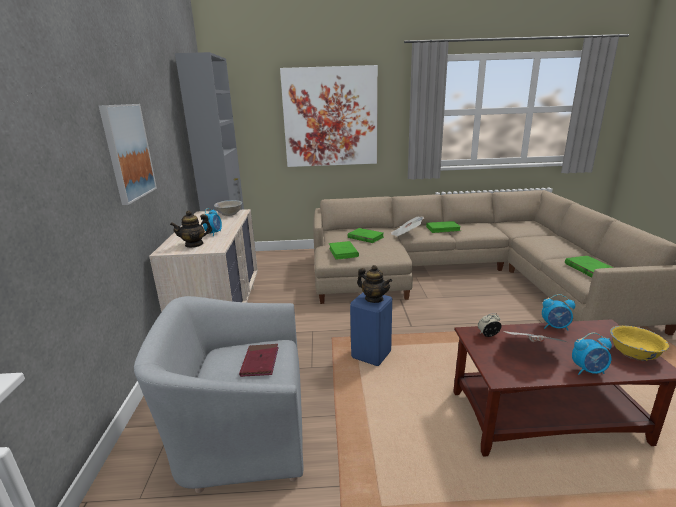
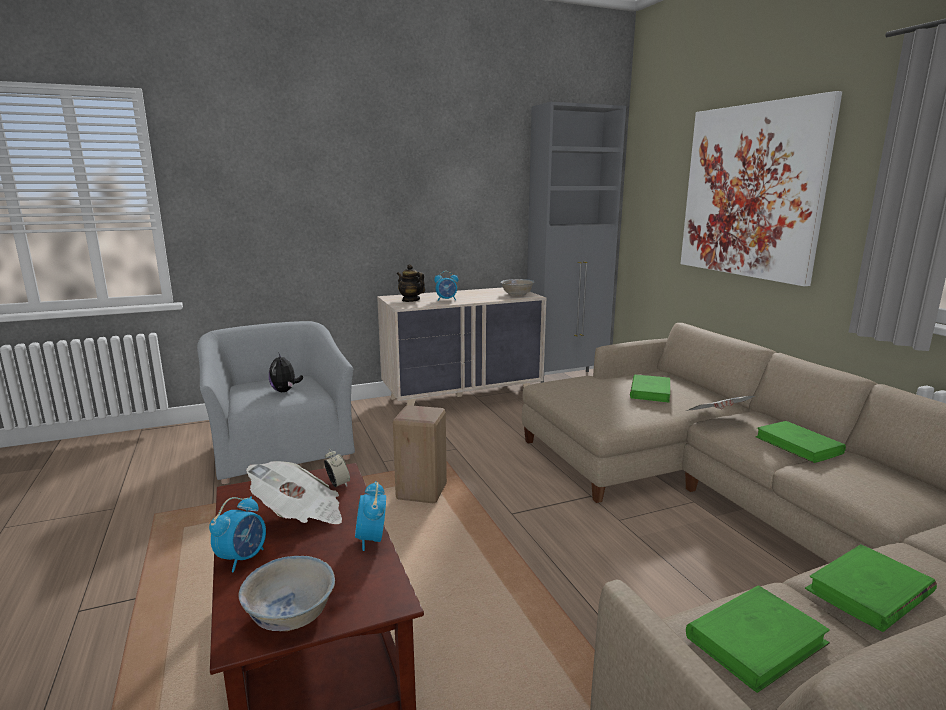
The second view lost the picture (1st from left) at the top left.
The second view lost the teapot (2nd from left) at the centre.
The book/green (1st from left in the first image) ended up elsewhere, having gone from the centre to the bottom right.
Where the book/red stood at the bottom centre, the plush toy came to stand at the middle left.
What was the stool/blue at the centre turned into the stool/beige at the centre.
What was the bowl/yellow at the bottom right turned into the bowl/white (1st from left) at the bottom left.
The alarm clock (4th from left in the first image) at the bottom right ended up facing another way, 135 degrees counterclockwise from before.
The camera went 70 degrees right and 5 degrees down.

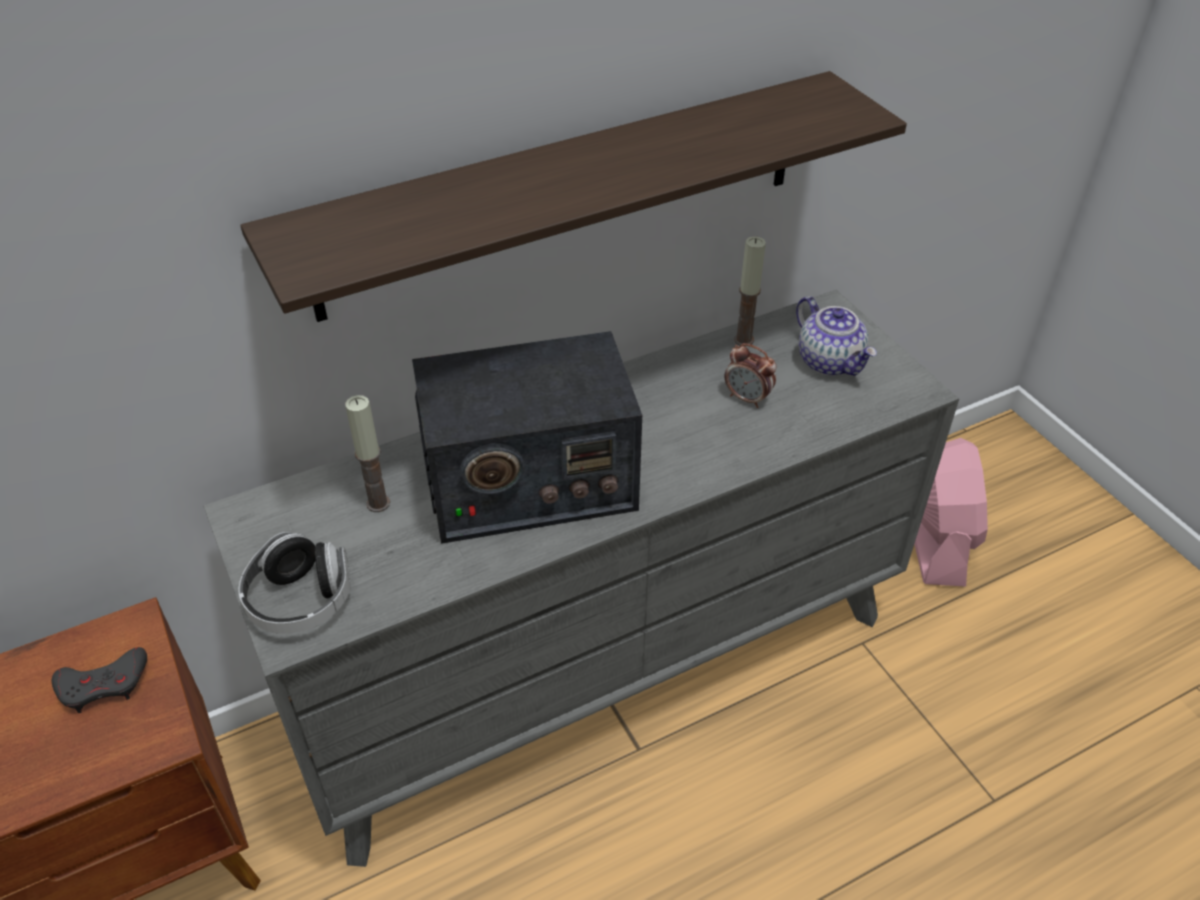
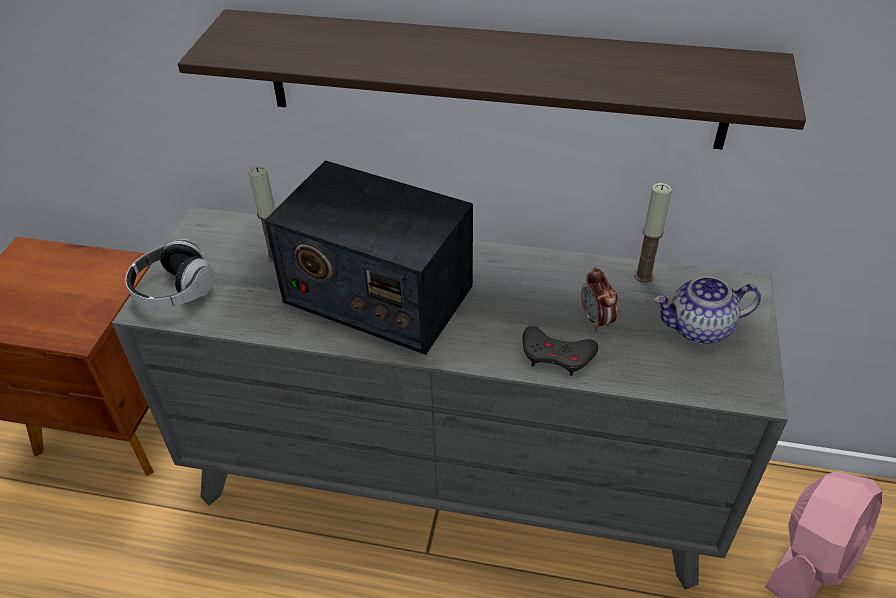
The game controller/grey ended up elsewhere, having gone from the bottom left to the centre.
The teapot at the middle right ended up facing another way, 75 degrees clockwise from before.
The camera went 40 degrees right and 0 degrees up.

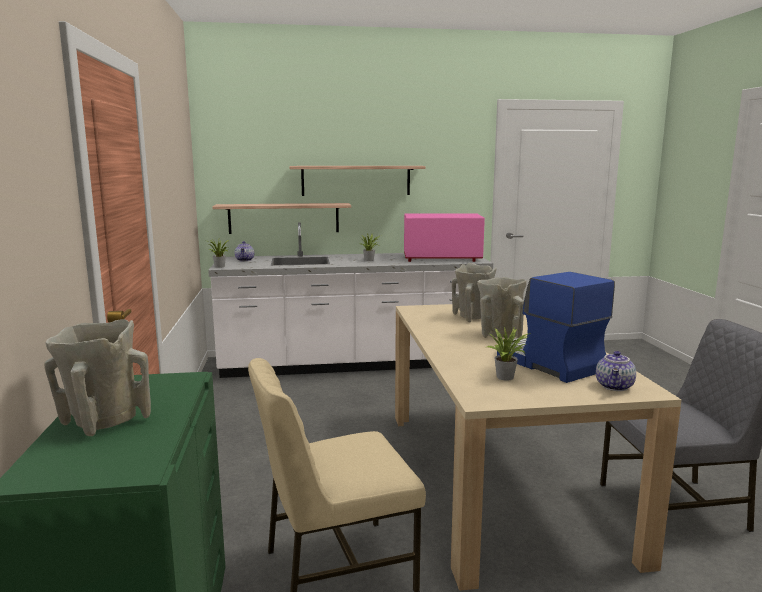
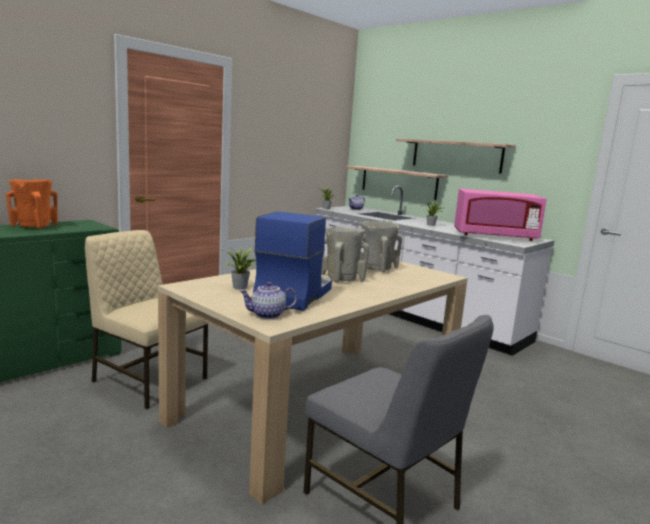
What was the vase/beige (1st from left) at the middle left turned into the vase/orange at the middle left.
The microwave/pink at the centre ended up facing another way, 135 degrees clockwise from before.
The camera went 50 degrees right and 0 degrees up.

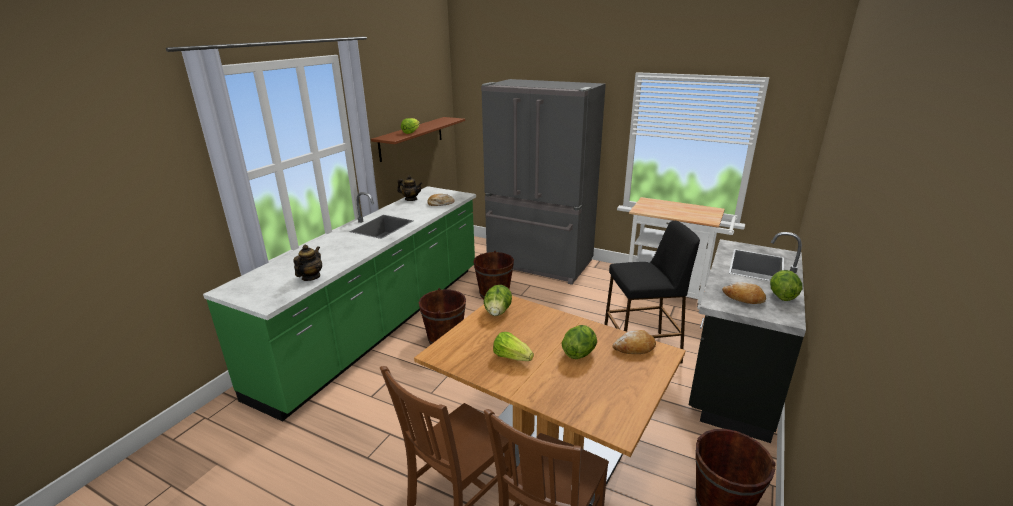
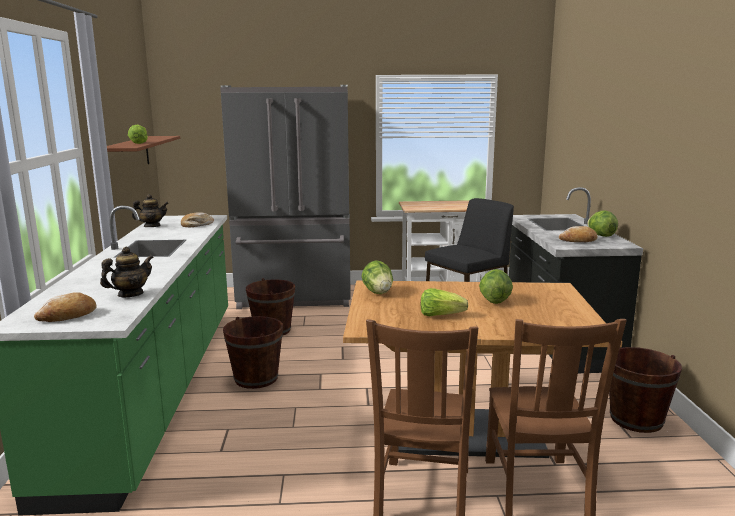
The bread (2nd from left in the first image) ended up elsewhere, having gone from the bottom centre to the middle left.
The teapot (1st from left) at the middle left ended up facing another way, 60 degrees clockwise from before.
The camera went 30 degrees left and 10 degrees down.

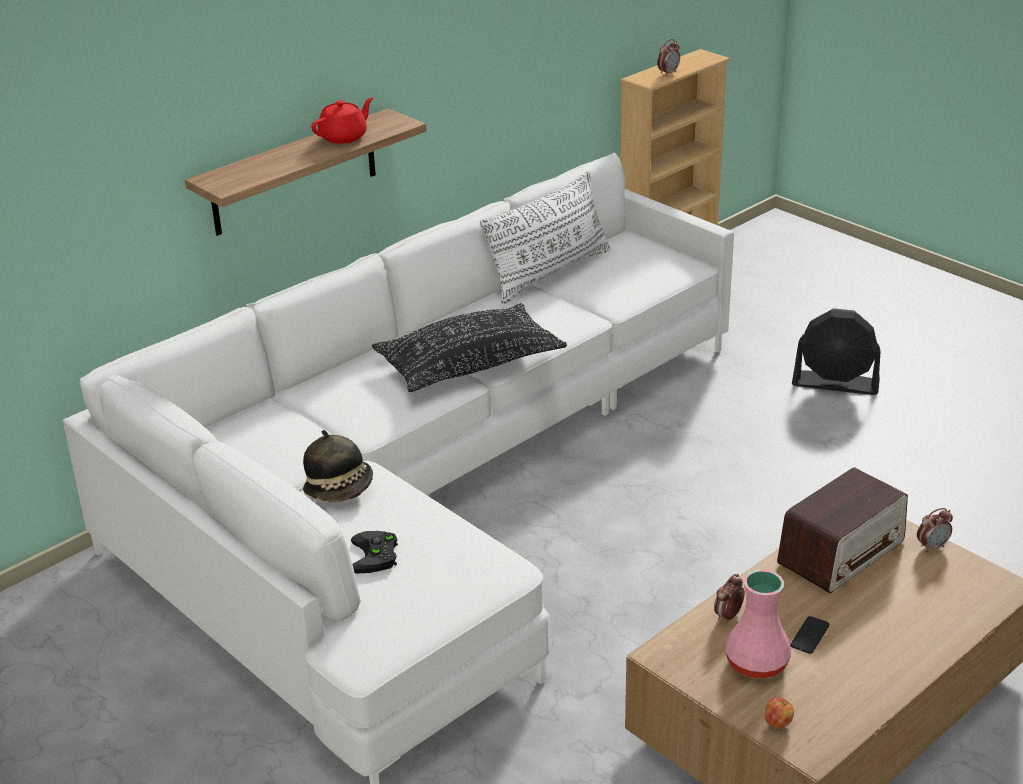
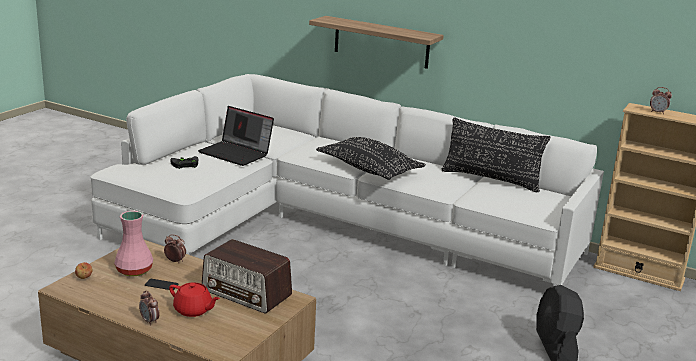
The teapot/red ended up elsewhere, having gone from the top centre to the bottom left.
The alarm clock (3rd from left in the first image) ended up elsewhere, having gone from the bottom right to the bottom left.
Where the hat stood at the middle left, the laptop came to stand at the centre.
What was the pillow/white at the top centre turned into the pillow/black (2nd from left) at the middle right.
The camera went 70 degrees right and 10 degrees down.

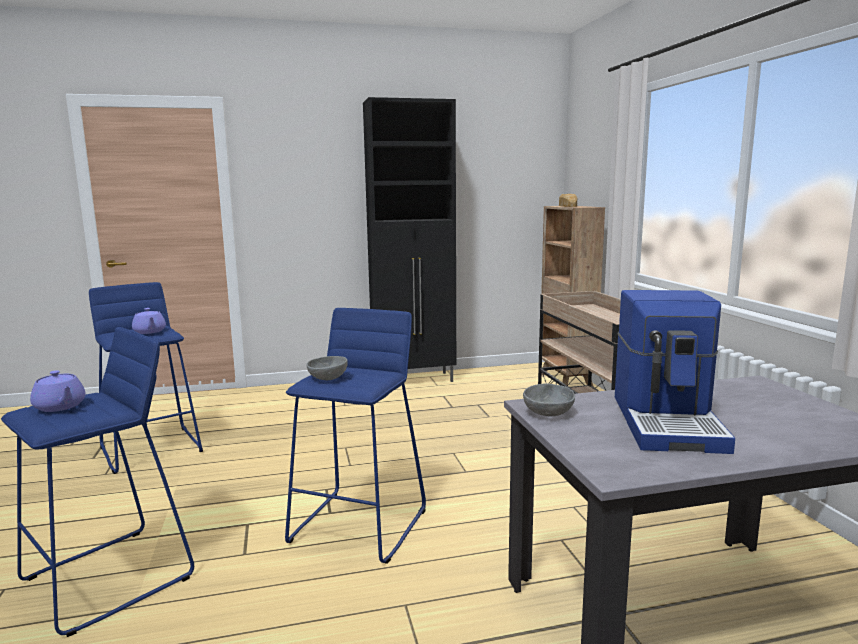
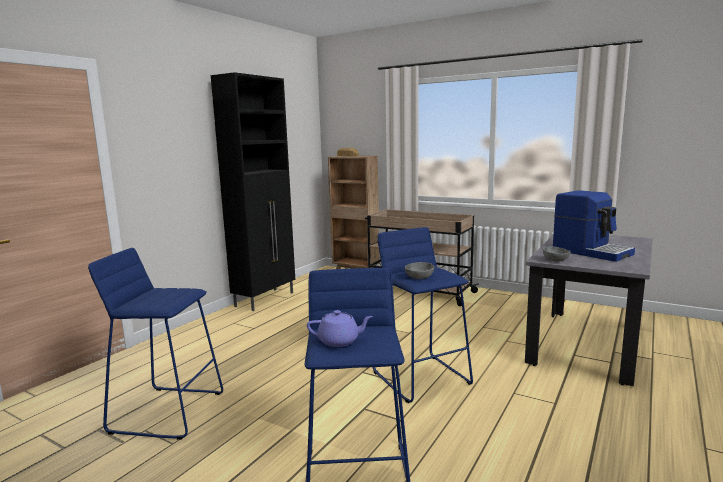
The second view lost the teapot/purple (2nd from left) at the middle left.
The camera went 45 degrees left and 0 degrees up.

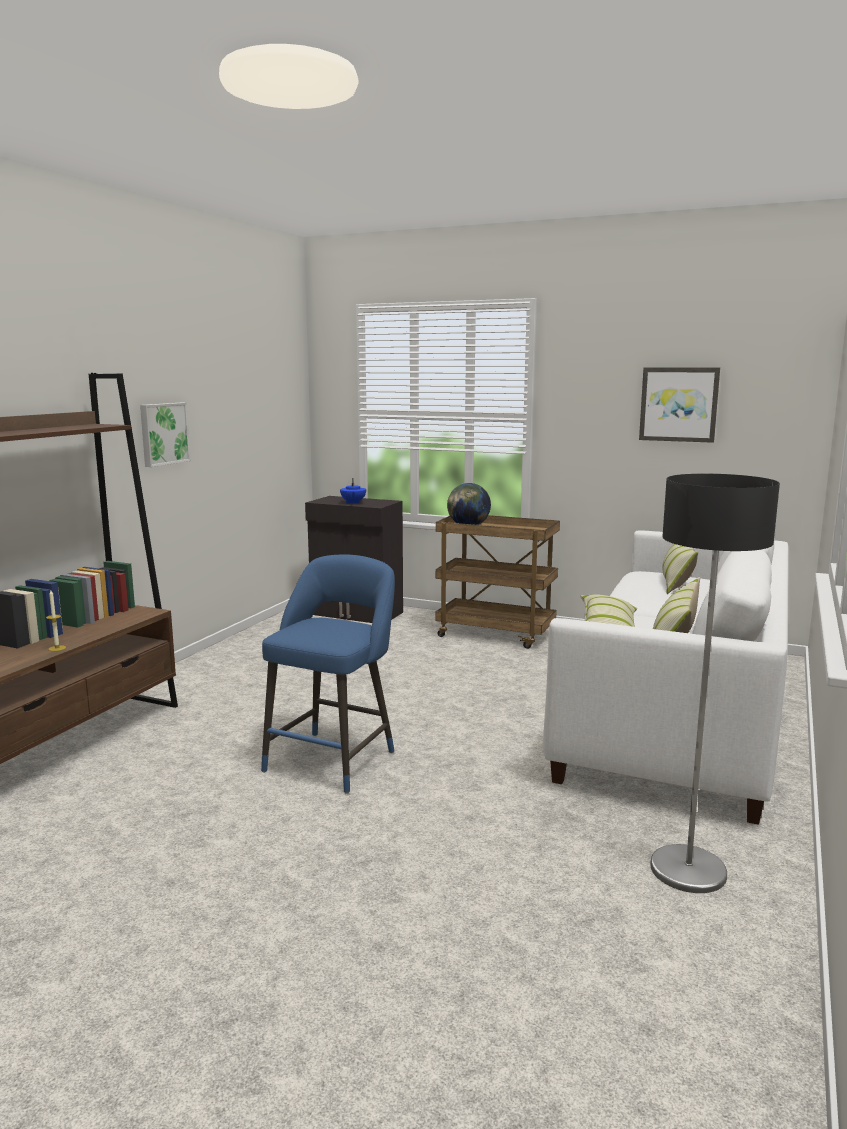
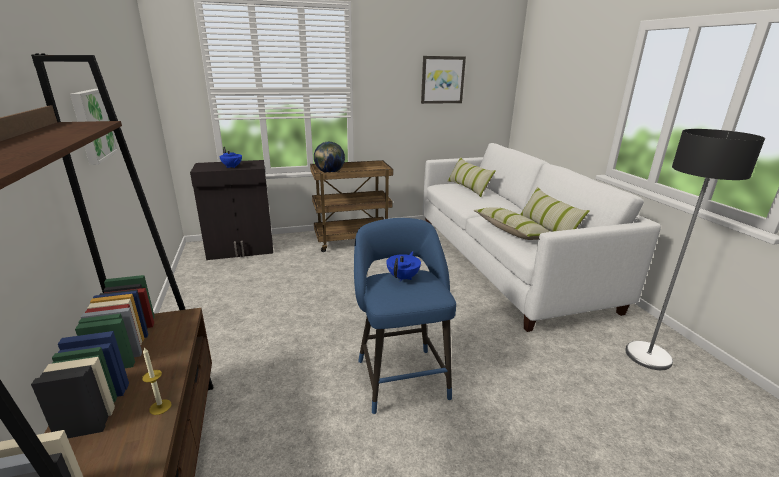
The second view gained the teapot/blue (2nd from left) at the centre.
The camera went 40 degrees left and 10 degrees up.

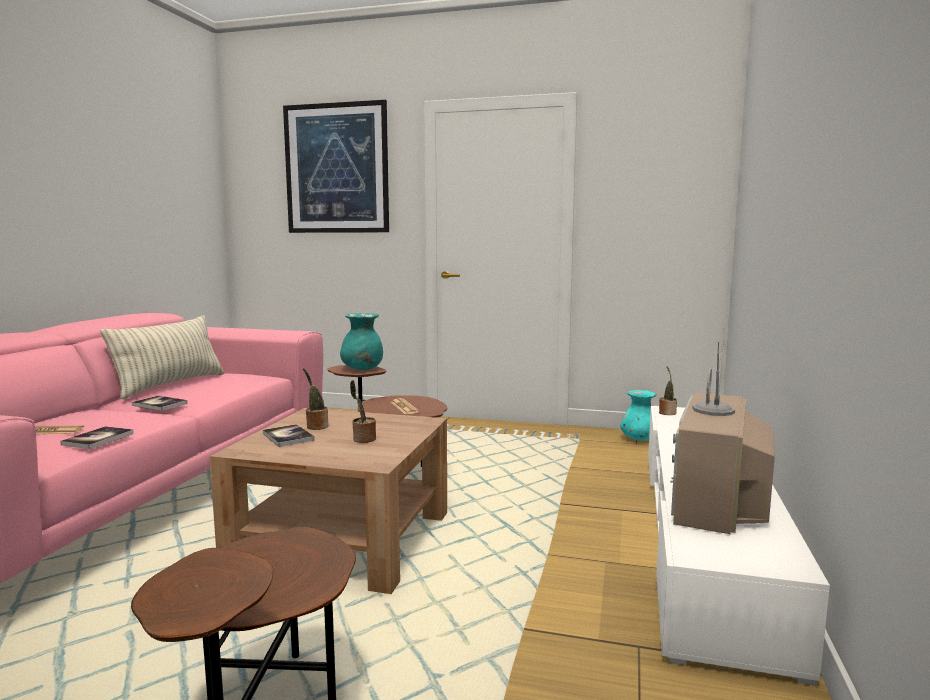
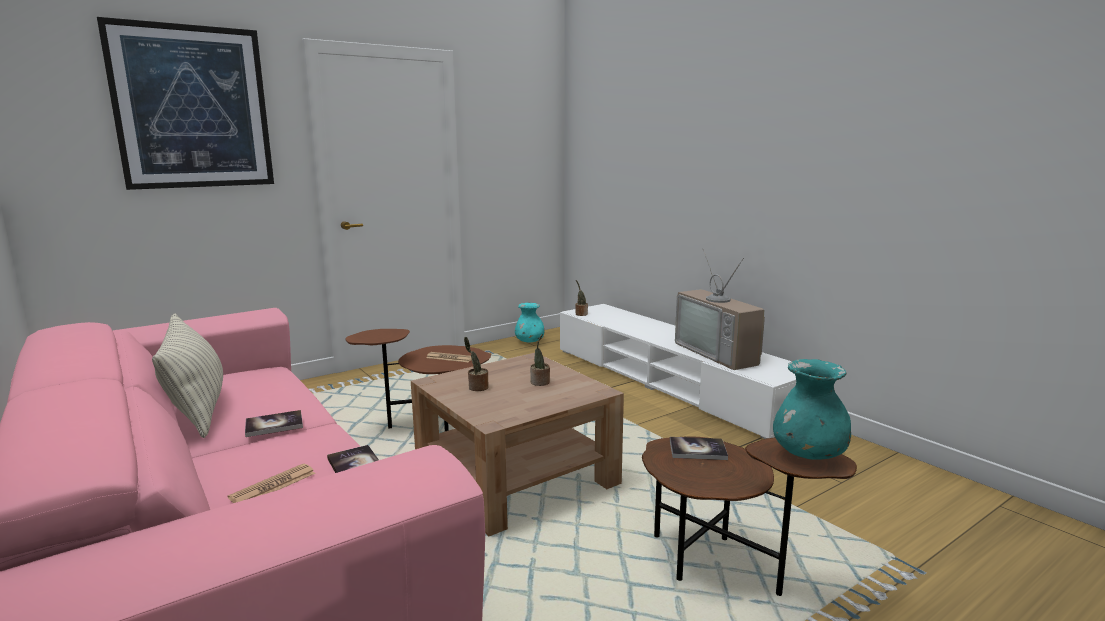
The book (3rd from left) ended up elsewhere, having gone from the middle left to the bottom centre.
The vase/turquoise (1st from left in the first image) ended up elsewhere, having gone from the centre to the middle right.
The camera went 50 degrees left and 5 degrees up.

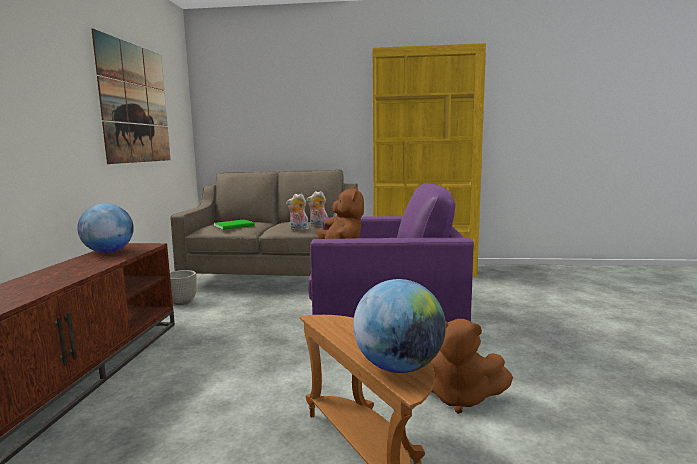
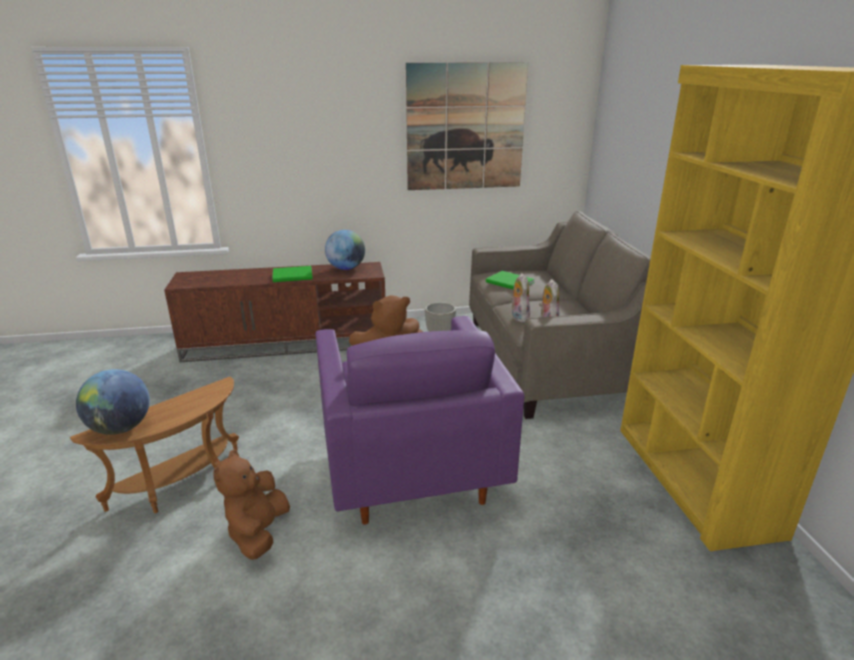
The second view gained the book/green (1st from left) at the centre.
The camera went 75 degrees right and 15 degrees up.

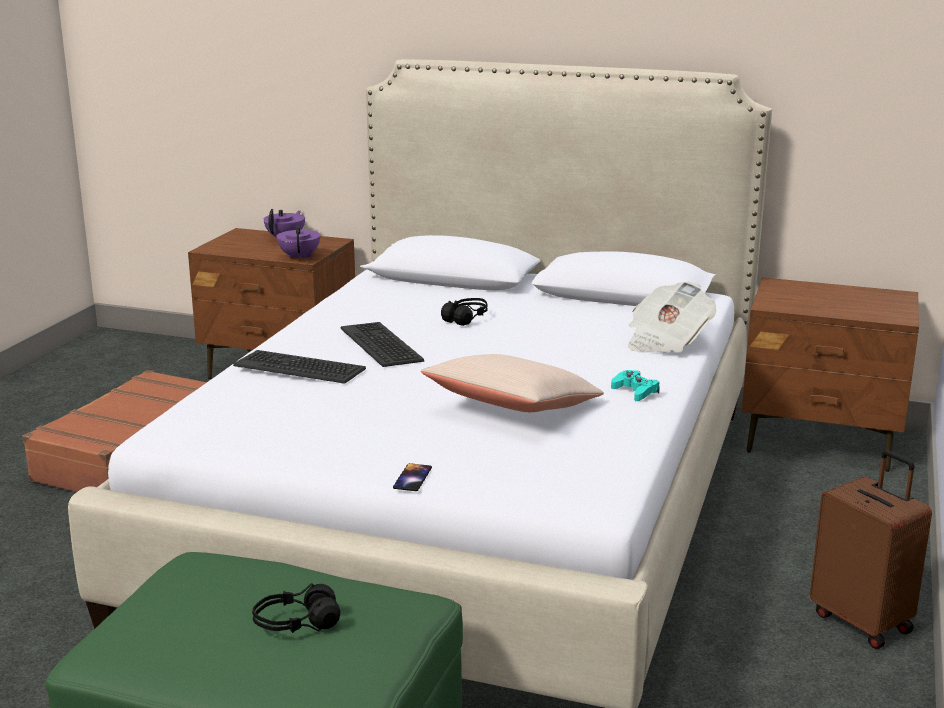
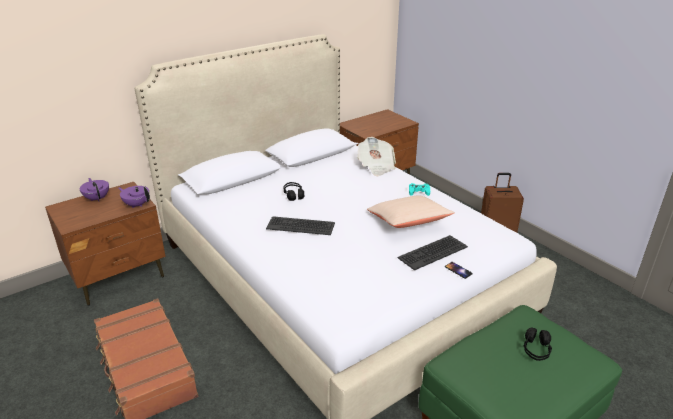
The keyboard (1st from left in the first image) ended up elsewhere, having gone from the middle left to the centre.
The camera went 55 degrees left and 10 degrees up.

